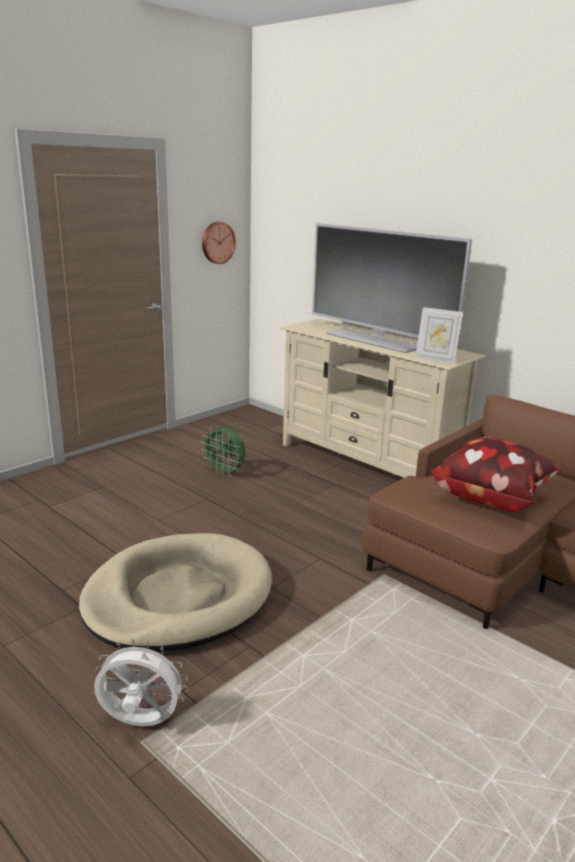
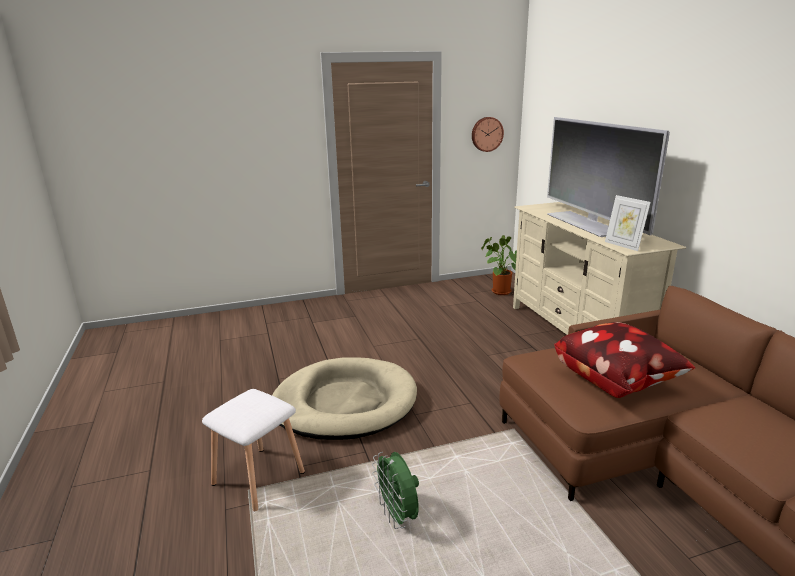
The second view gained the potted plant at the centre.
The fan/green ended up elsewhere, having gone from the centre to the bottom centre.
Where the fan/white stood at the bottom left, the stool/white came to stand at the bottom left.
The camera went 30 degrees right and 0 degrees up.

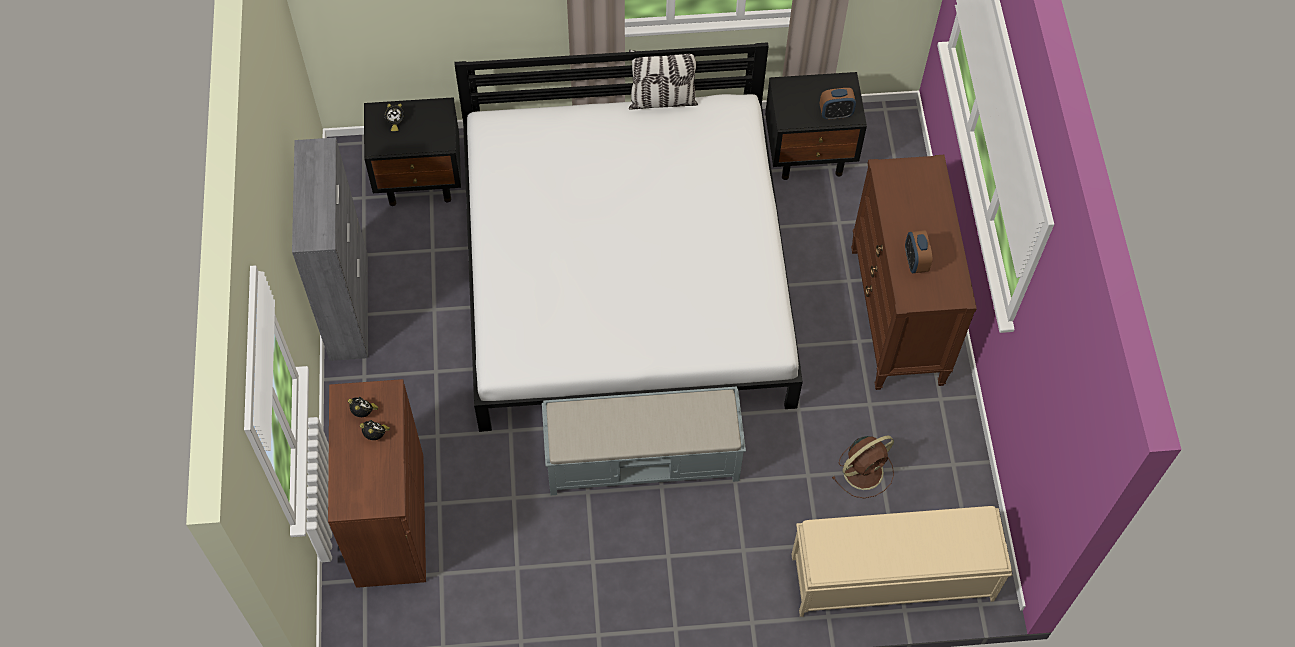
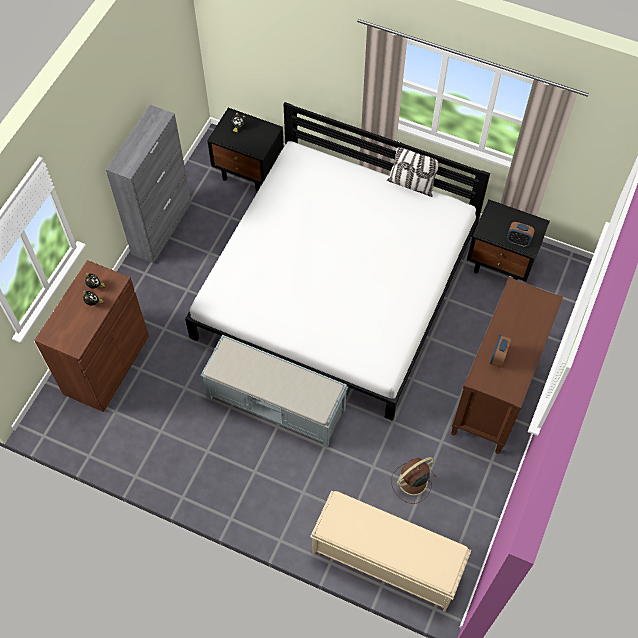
The fan/brown at the bottom centre ended up facing another way, 150 degrees clockwise from before.
The camera went 30 degrees right and 0 degrees up.

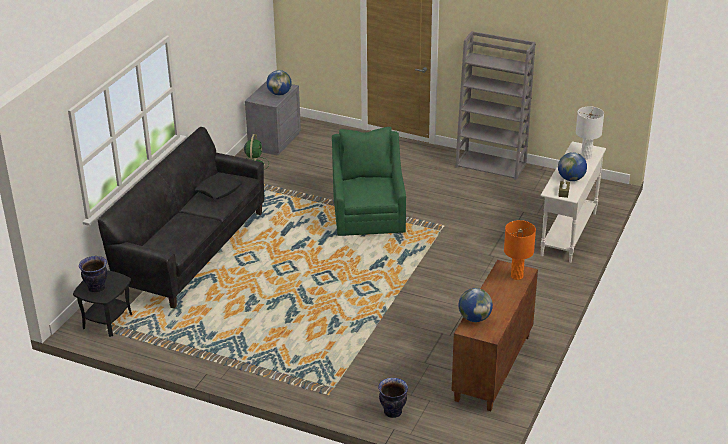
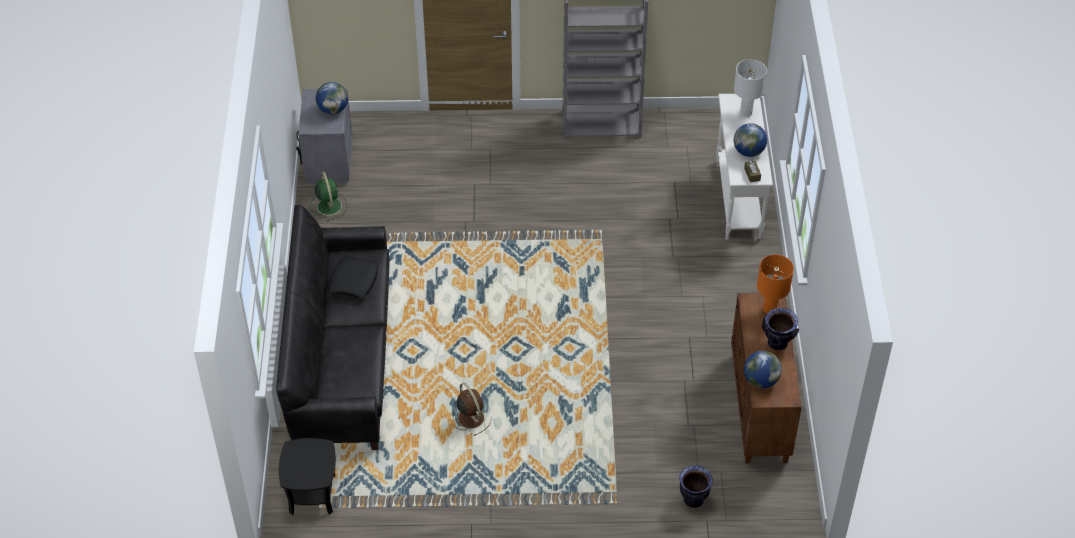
The second view lost the armchair/green at the centre.
The second view gained the fan/brown at the bottom centre.
The vase (1st from left in the first image) ended up elsewhere, having gone from the middle left to the middle right.
The camera went 25 degrees left and 15 degrees up.

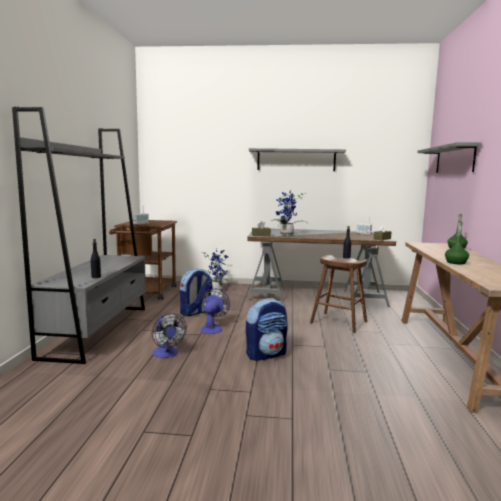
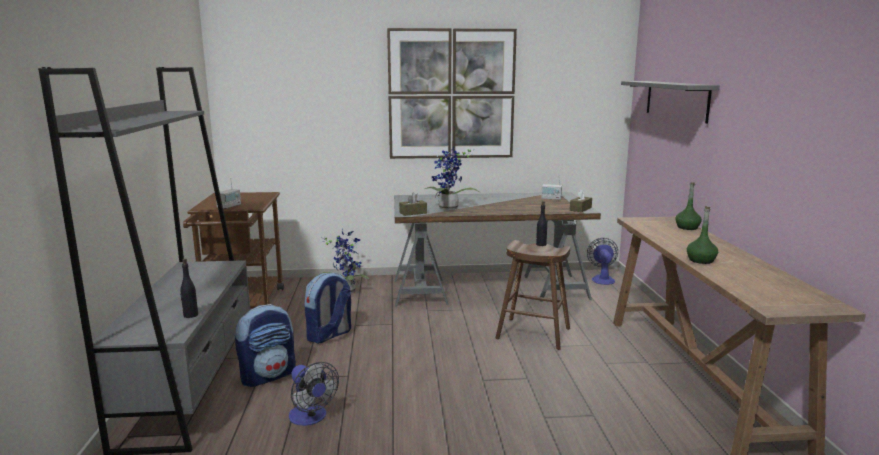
The fan (2nd from left) ended up elsewhere, having gone from the centre to the middle right.
The backpack (2nd from left in the first image) ended up elsewhere, having gone from the centre to the bottom left.
Where the shelf/grey (1st from left) hung at the top centre, the picture came to hang at the top centre.
The camera went 10 degrees left and 5 degrees up.

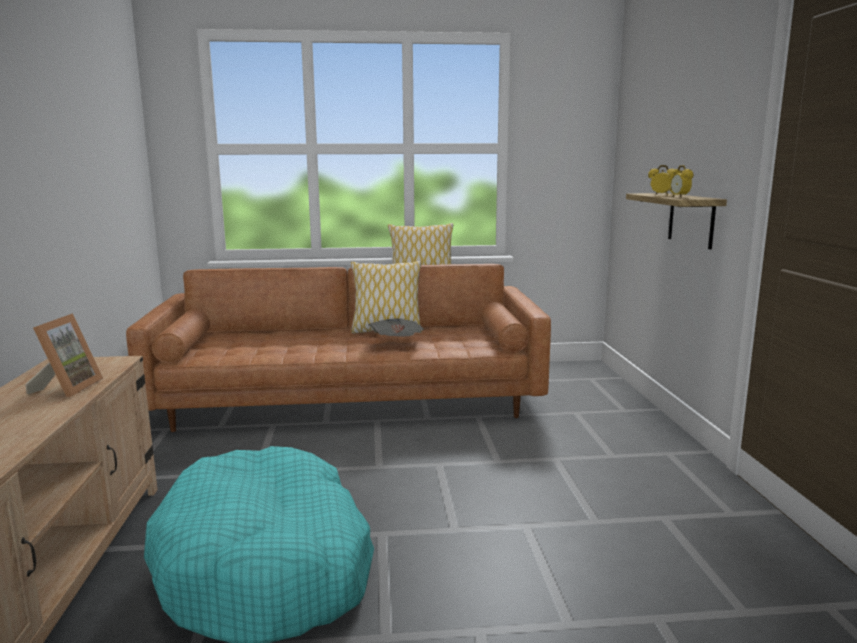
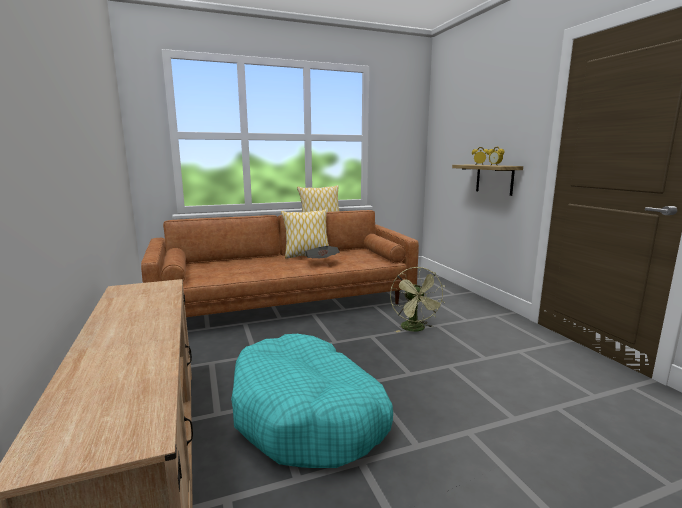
The second view lost the picture frame at the middle left.
The second view gained the fan/green at the centre.
The camera went 15 degrees left and 0 degrees up.

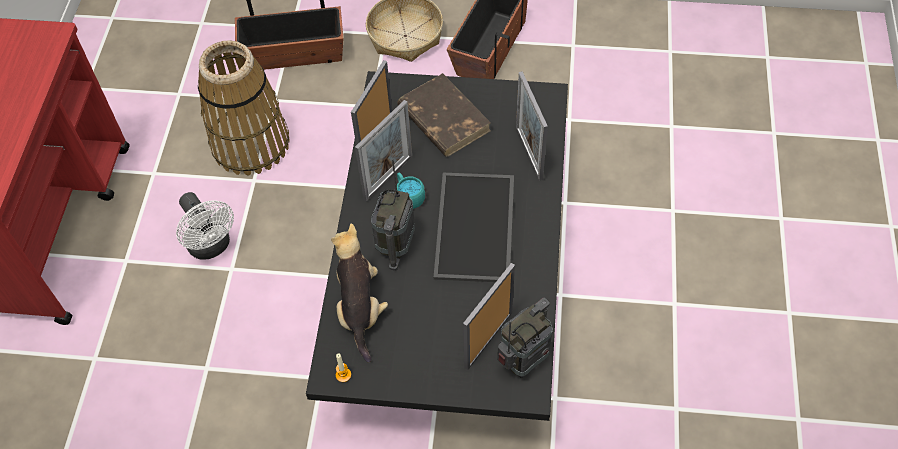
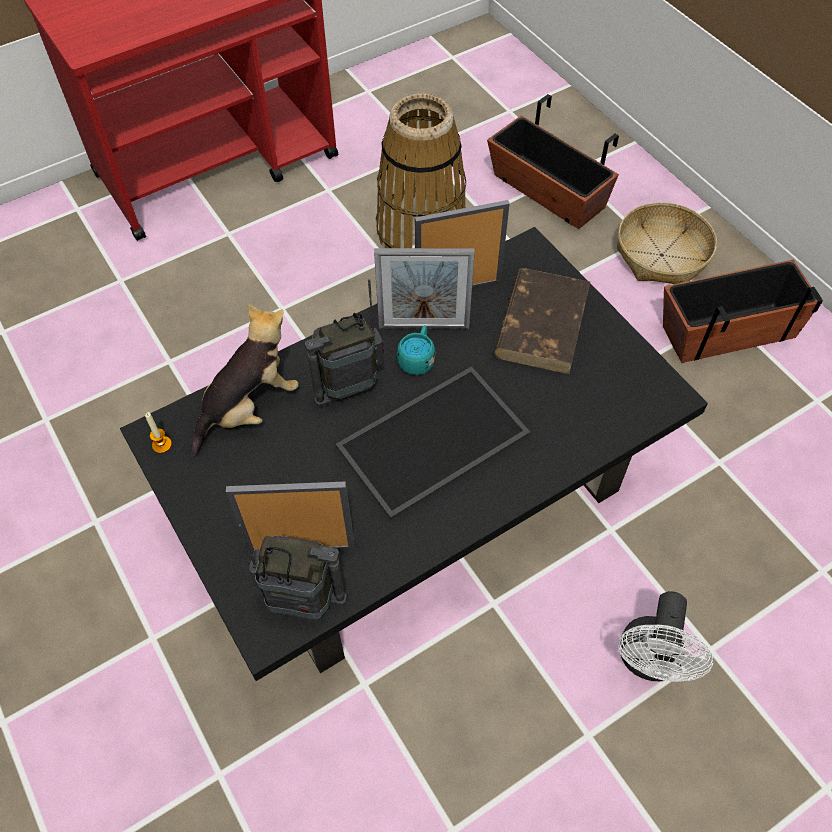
The second view lost the picture frame (4th from left) at the top centre.
The fan/white ended up elsewhere, having gone from the middle left to the bottom right.
The camera went 50 degrees right and 0 degrees up.

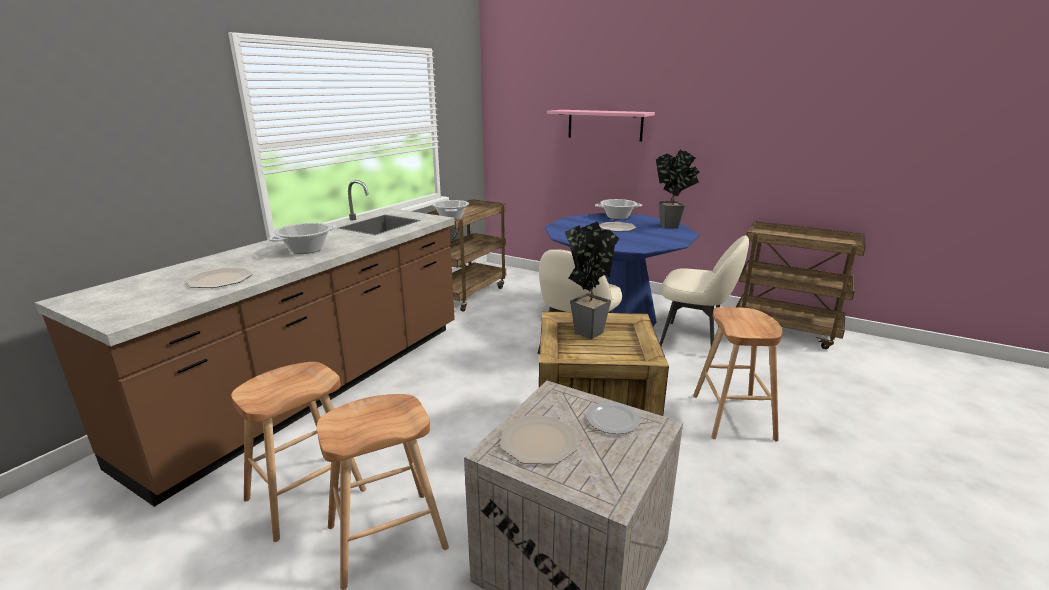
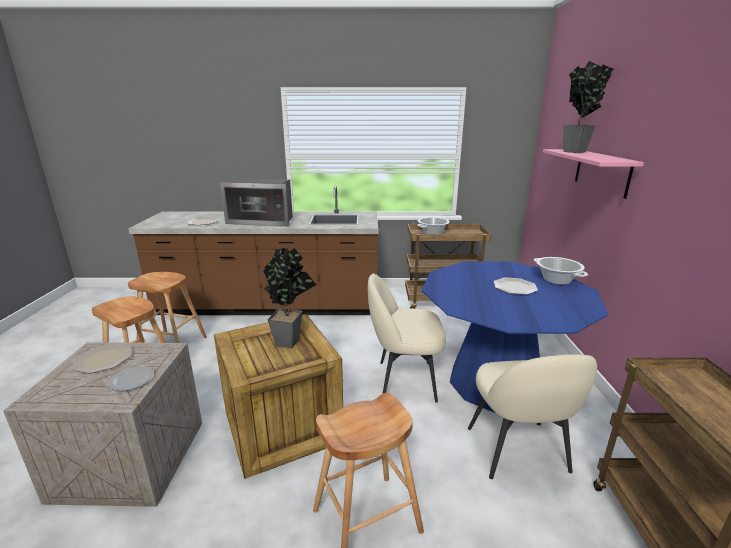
The potted plant (2nd from left) ended up elsewhere, having gone from the top centre to the top right.
Where the cooking pot (1st from left) stood at the middle left, the microwave came to stand at the centre.
The camera went 60 degrees right and 0 degrees up.

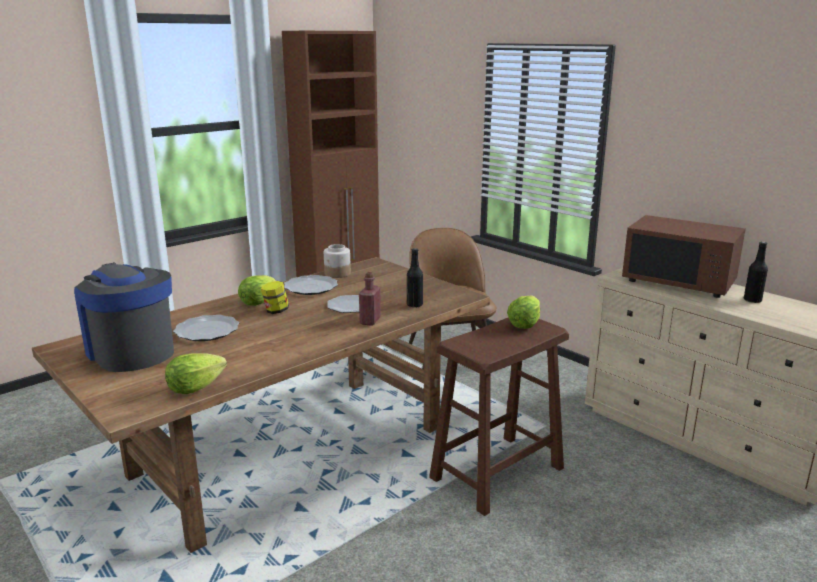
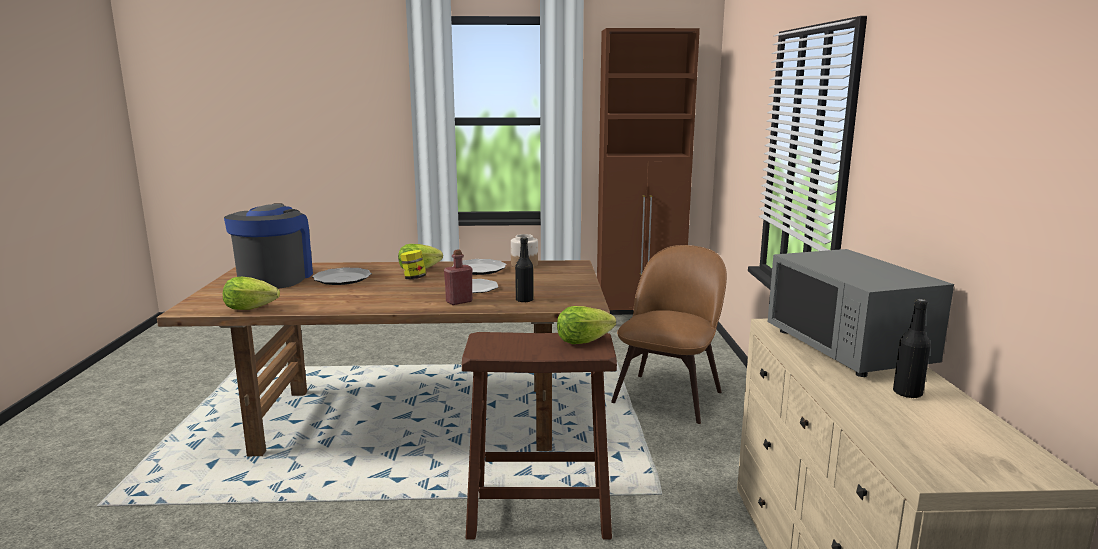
What was the microwave/brown at the middle right turned into the microwave/grey at the middle right.
The camera went 40 degrees right and 5 degrees down.

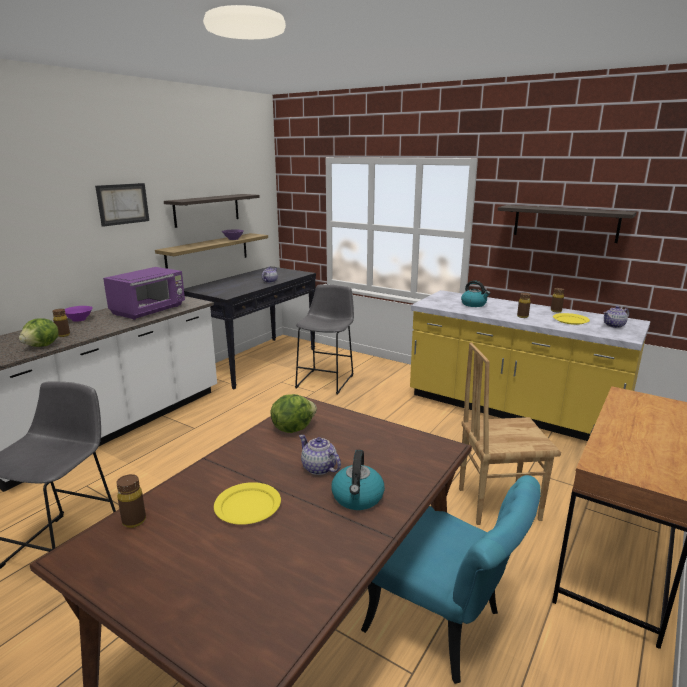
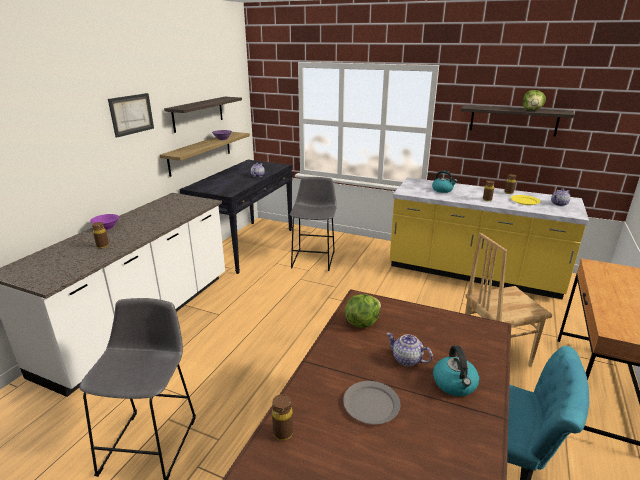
The second view lost the microwave/purple at the middle left.
The lettuce (1st from left in the first image) ended up elsewhere, having gone from the middle left to the top right.
What was the plate/yellow (1st from left) at the bottom centre turned into the plate/grey at the bottom centre.
The camera went 10 degrees left and 5 degrees up.

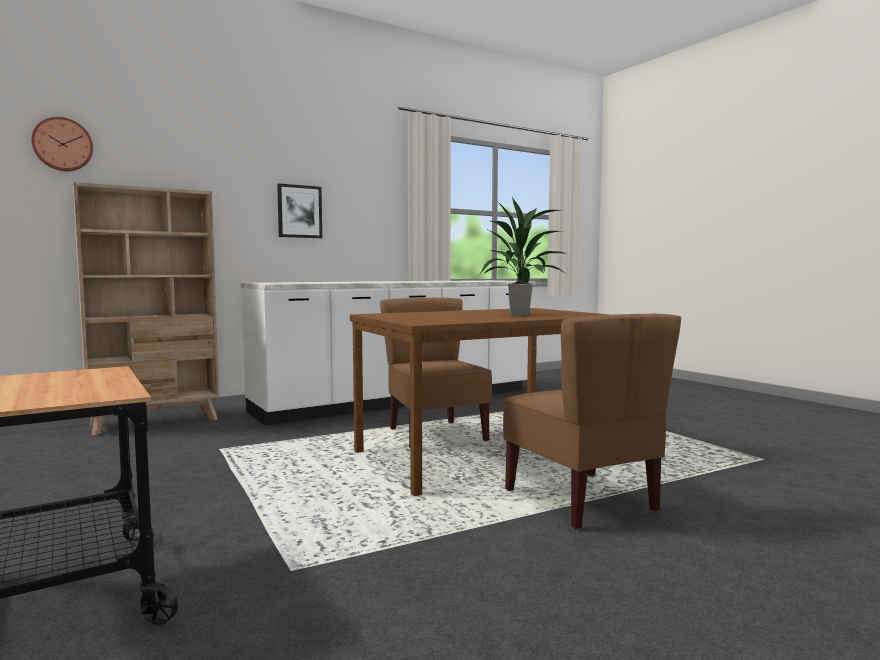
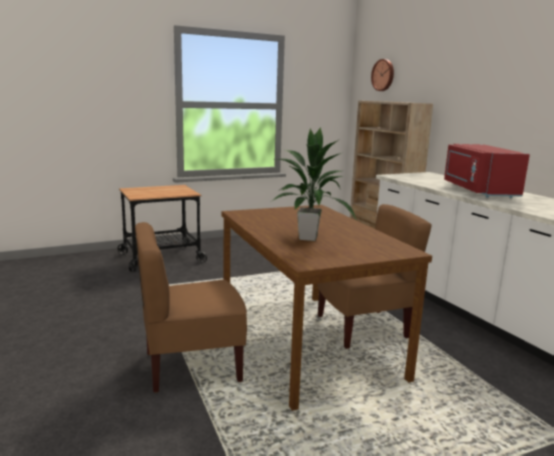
The second view lost the picture at the top centre.
The second view gained the microwave/red at the middle right.
The camera went 95 degrees right and 10 degrees up.

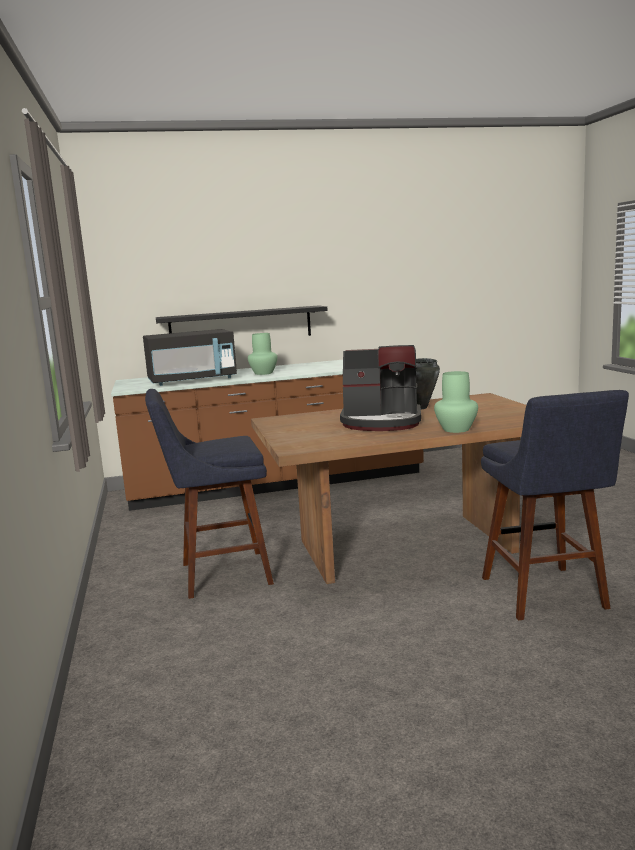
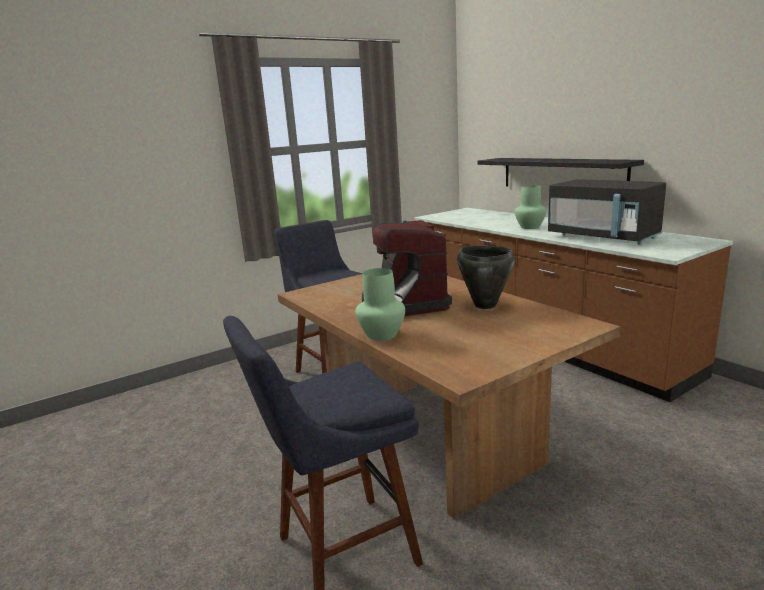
The microwave/black ended up elsewhere, having gone from the middle left to the middle right.
The camera went 70 degrees right and 5 degrees up.

